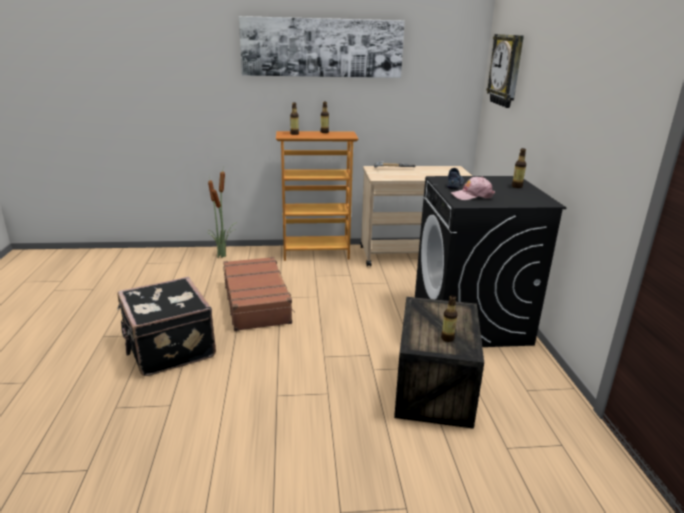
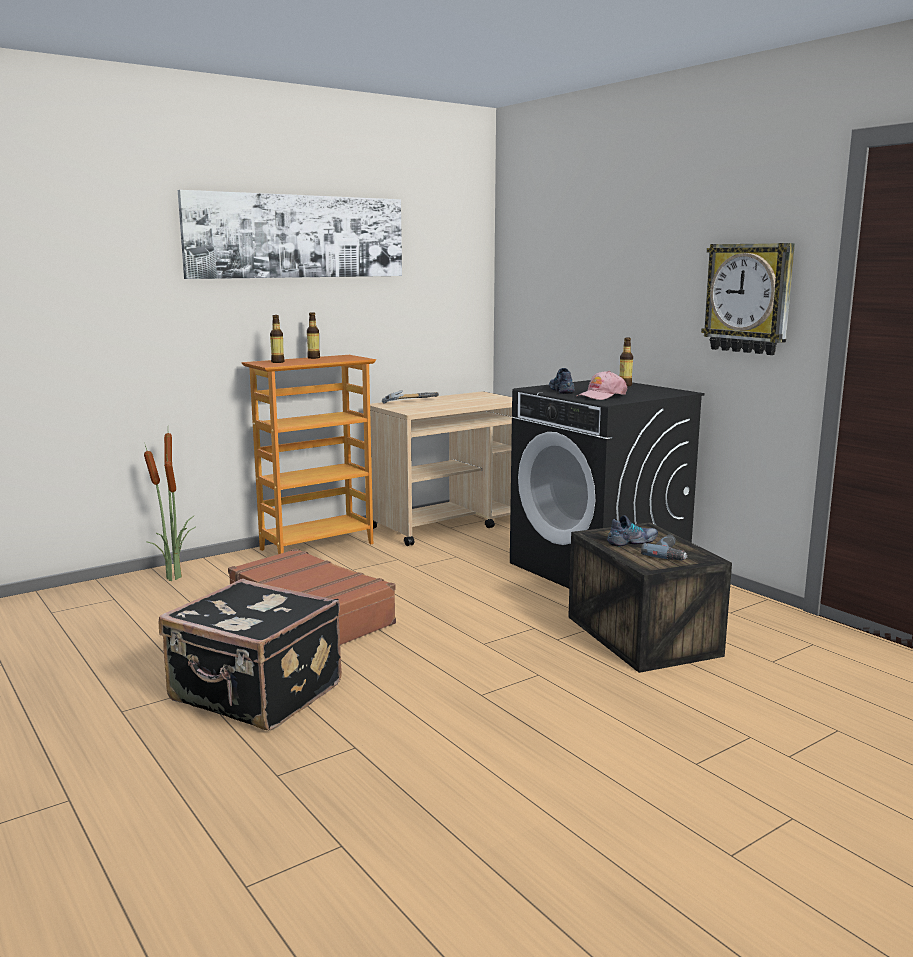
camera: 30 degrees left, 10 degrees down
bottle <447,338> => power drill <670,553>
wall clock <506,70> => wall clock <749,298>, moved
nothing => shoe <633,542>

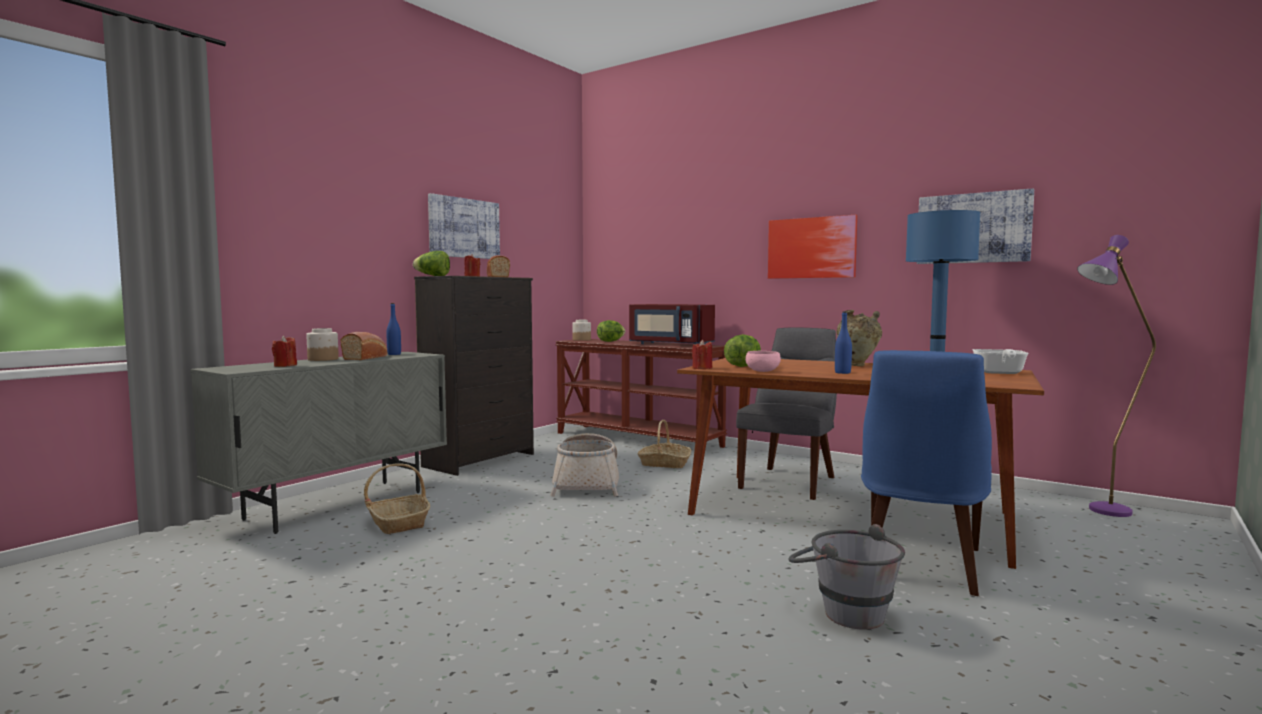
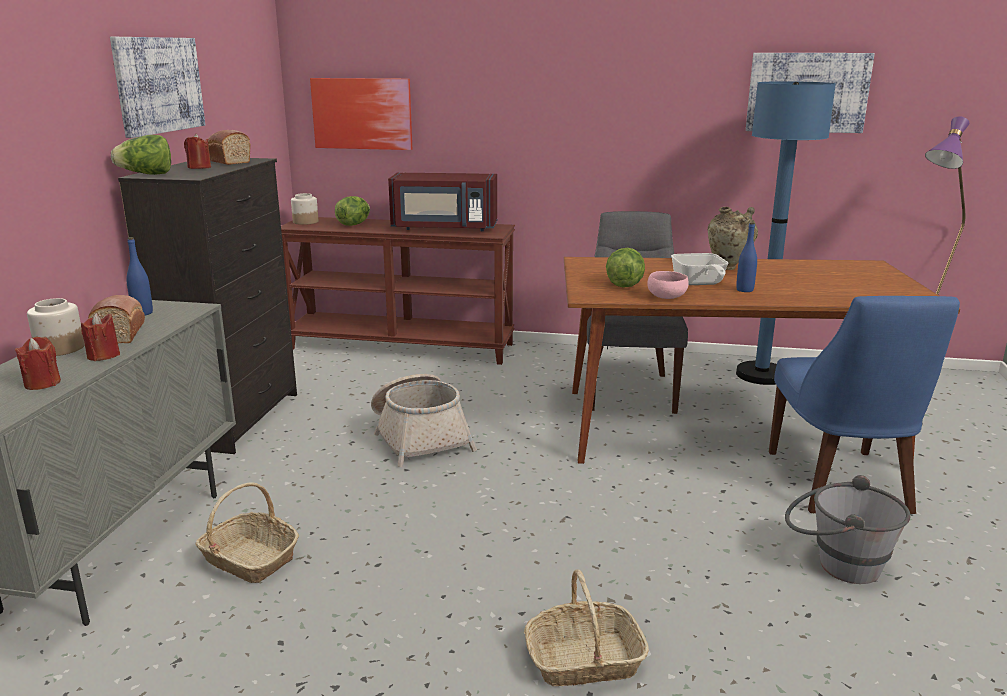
camera: 25 degrees left, 15 degrees up
basket <664,463> => basket <584,660>, moved
candle in red <702,368> => candle in red <103,356>, moved
picture <811,248> => picture <362,113>, moved
frying pan <999,373> => frying pan <699,283>, moved

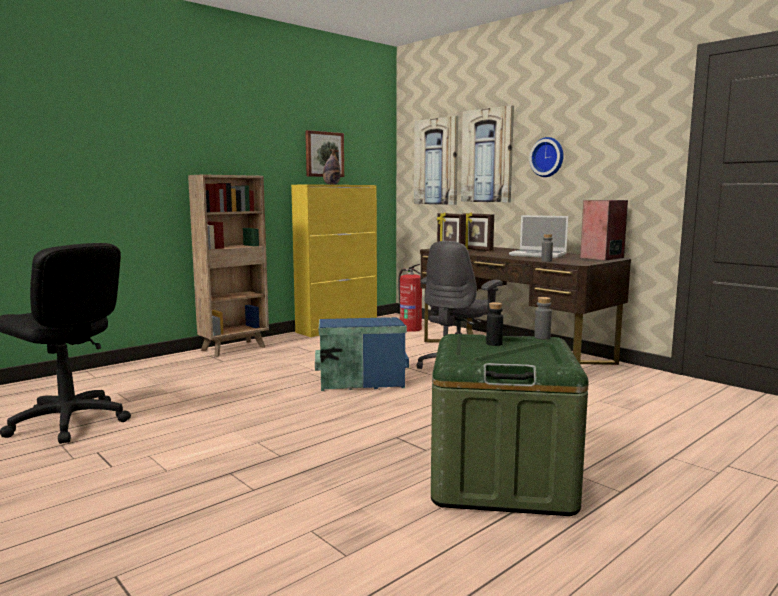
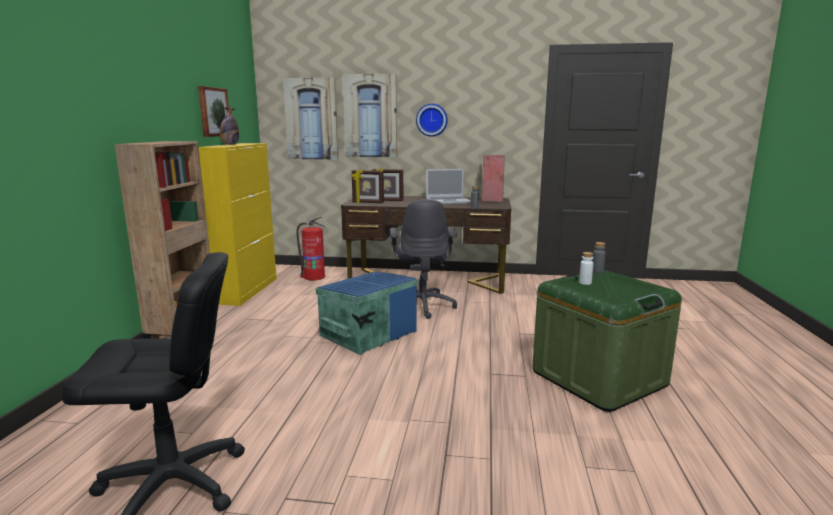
camera: 40 degrees left, 5 degrees up
bottle in black <494,344> => bottle in white <585,283>

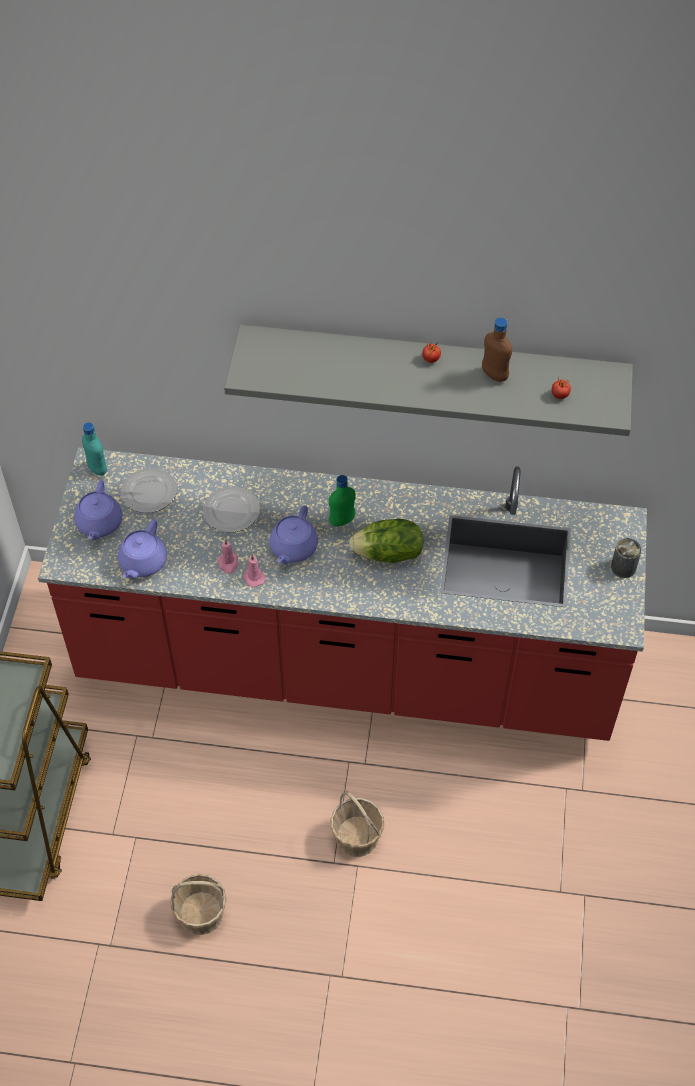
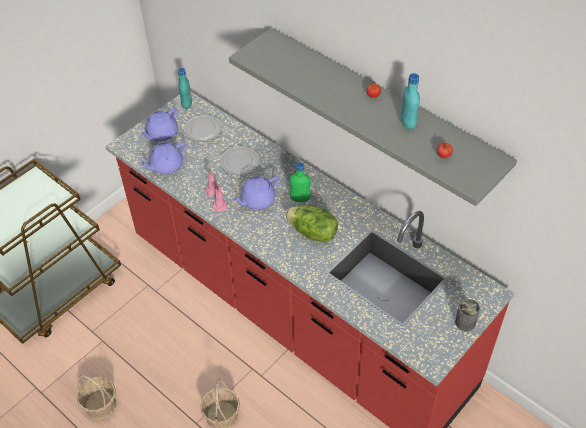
camera: 35 degrees right, 5 degrees down
bottle in brown <494,375> => bottle in turquoise <408,123>

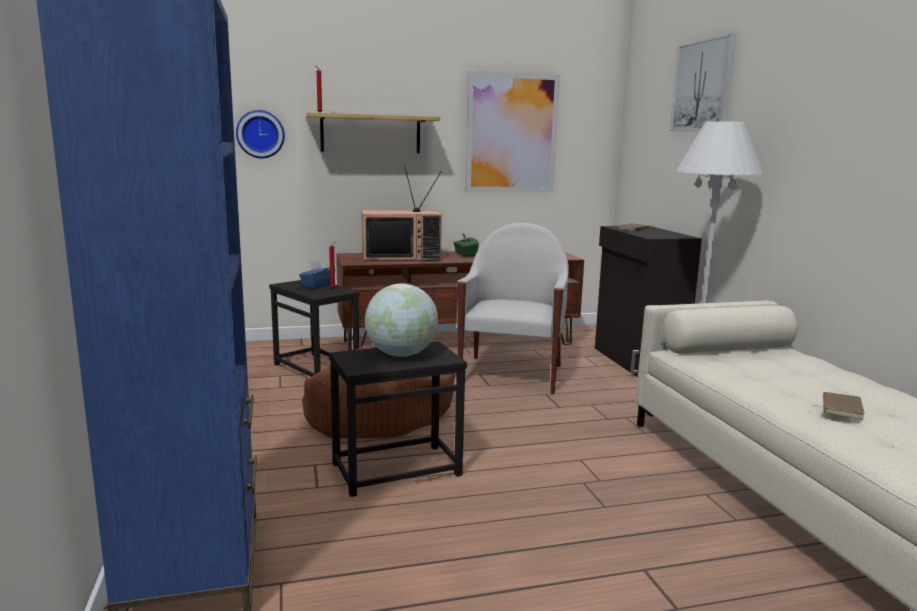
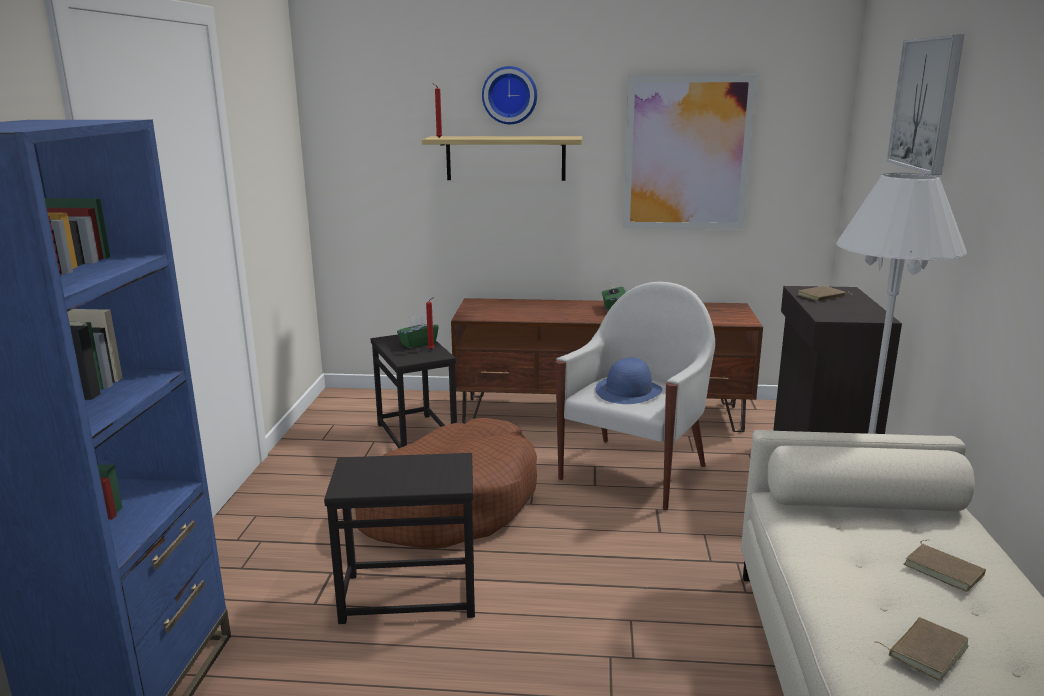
camera: 20 degrees right, 5 degrees up
wall clock <260,134> => wall clock <510,95>, moved
tissue box in blue <317,285> => tissue box in green <418,344>
television <402,257> => nothing
globe <401,354> => nothing
nothing => hat in blue <628,391>
nothing => book in brown <944,570>

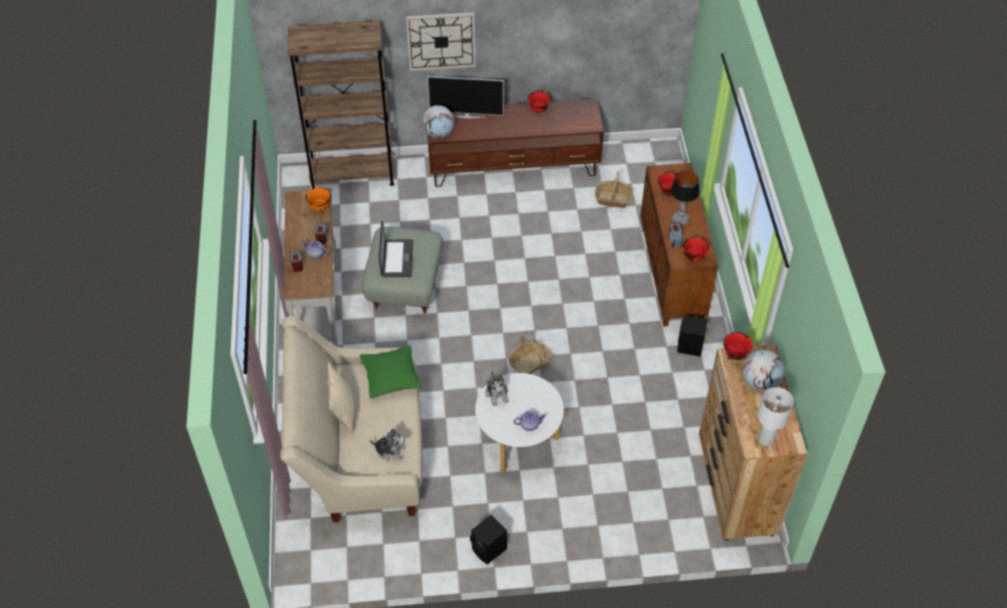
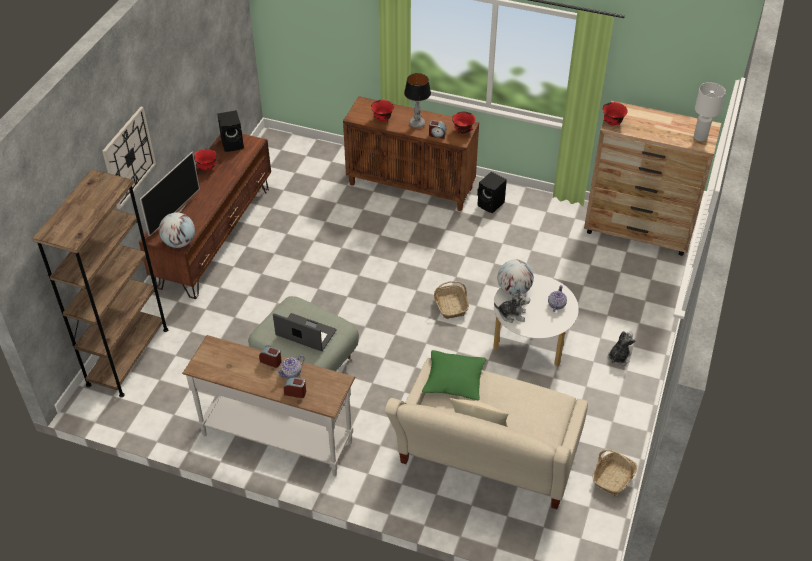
camera: 65 degrees left, 5 degrees down
bowl in orange <320,207> => nothing
plush toy <390,451> => plush toy <618,357>, moved
speaker in black <489,550> => speaker in black <233,143>, moved
basket <613,199> => basket <613,478>, moved
globe <760,382> => globe <514,290>, moved

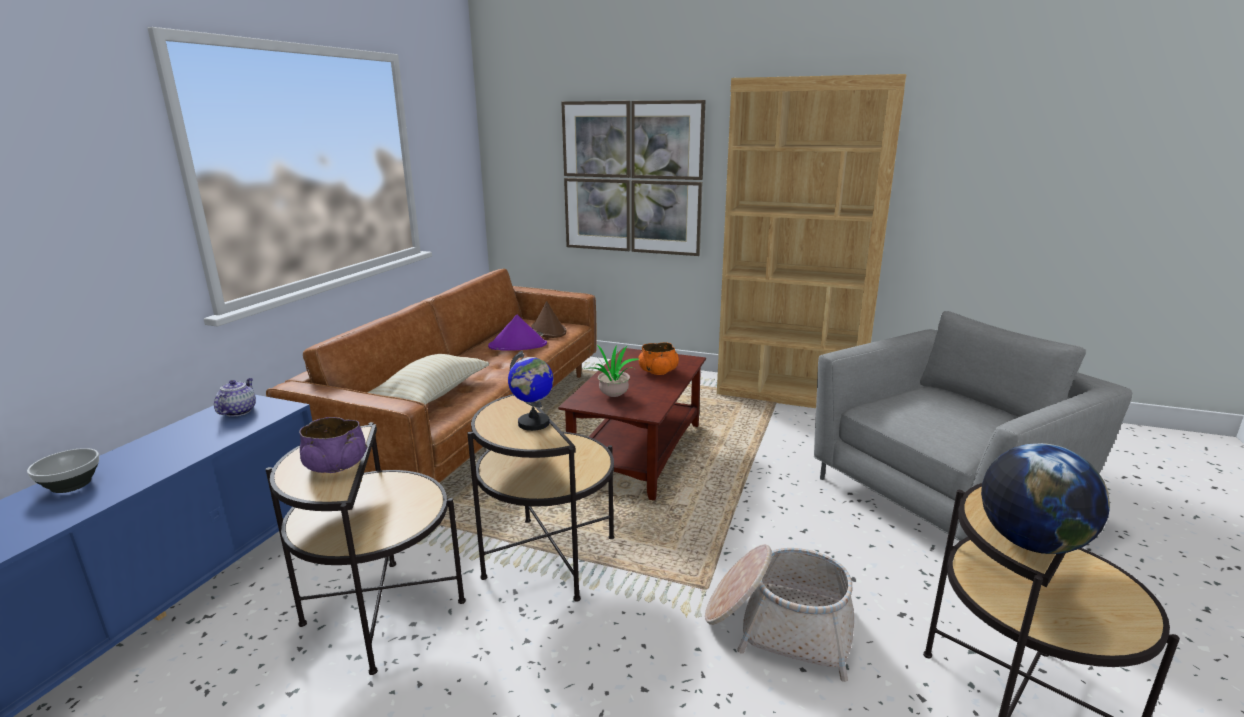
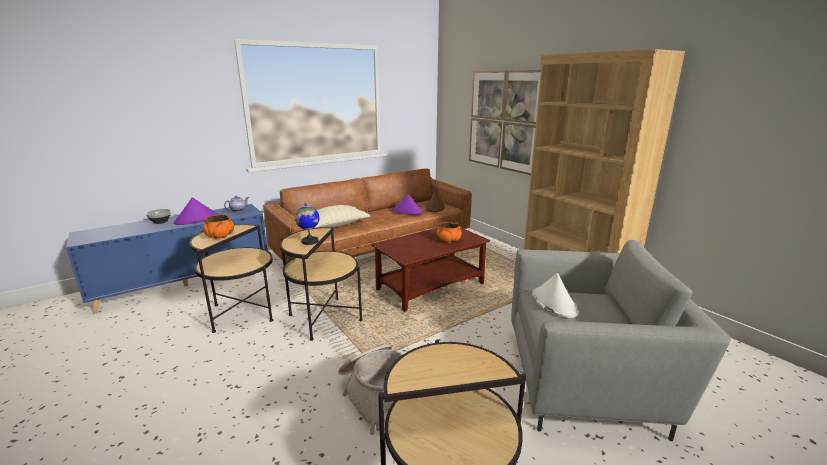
camera: 35 degrees right, 0 degrees up
bowl in purple <335,465> => bowl in orange <220,236>
potted plant <612,396> => nothing
globe <1030,542> => nothing
nothing => hat in purple <196,219>
nothing => hat in white <554,303>

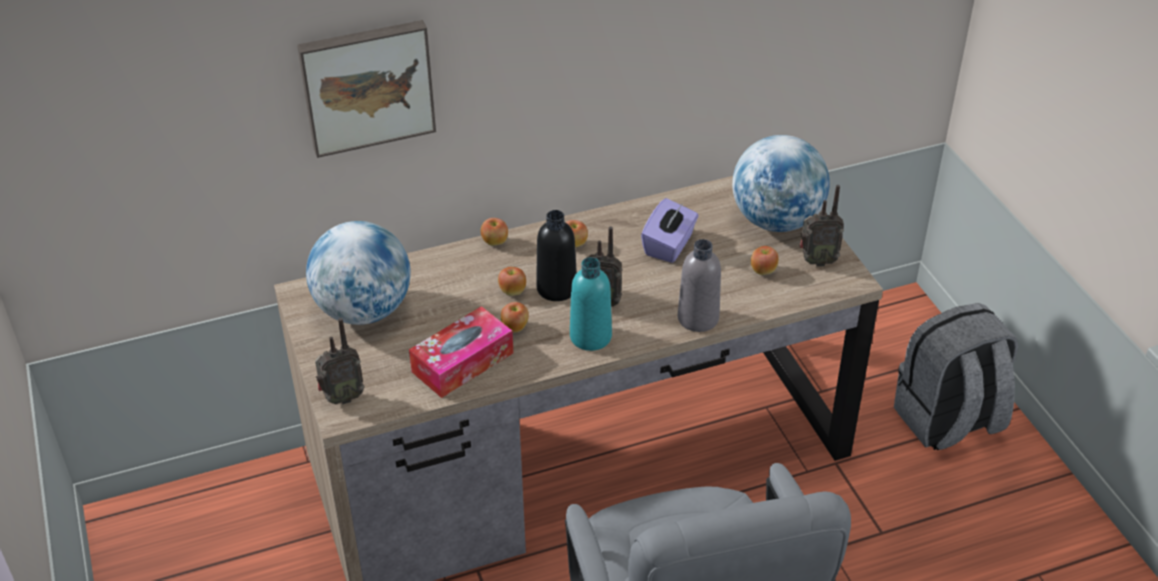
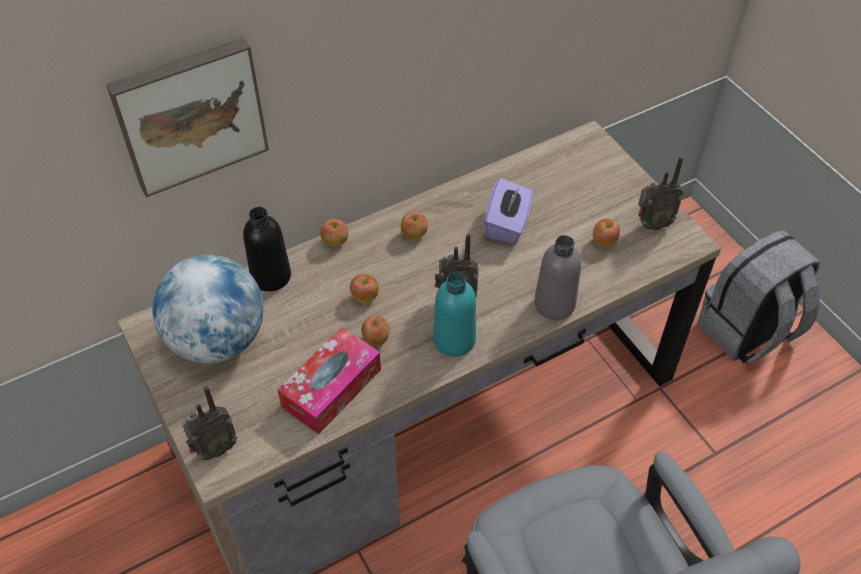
camera: 10 degrees left, 10 degrees up
bottle in black <556,288> => bottle in black <271,276>, moved
globe <776,221> => nothing

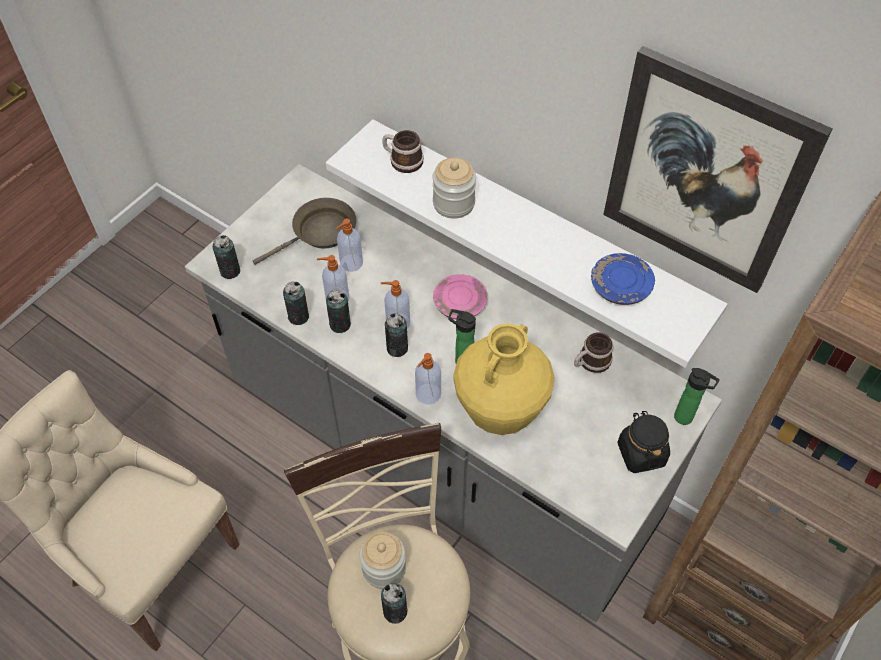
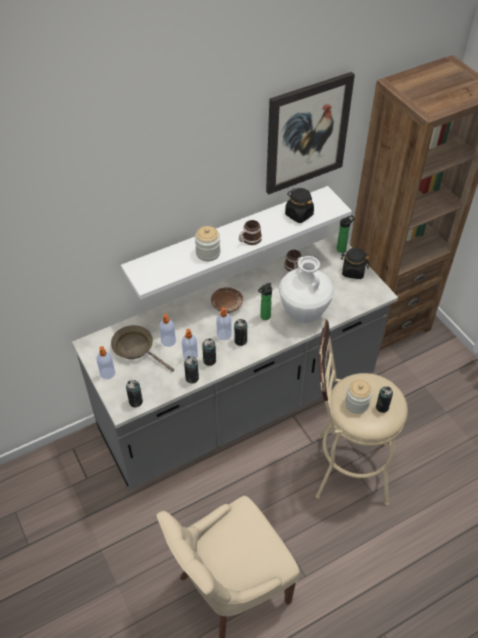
camera: 65 degrees left, 5 degrees down
frying pan in brown <320,233> => frying pan in brown <136,348>, 45 degrees counterclockwise
mug <402,160> => mug <249,240>, moved
soap dispenser <427,394> => soap dispenser <108,374>, moved
plate in pink <460,303> => plate in brown <227,304>
vase in yellow <500,412> => vase in white <304,313>
plate in blue <620,287> => jar in black <298,214>

